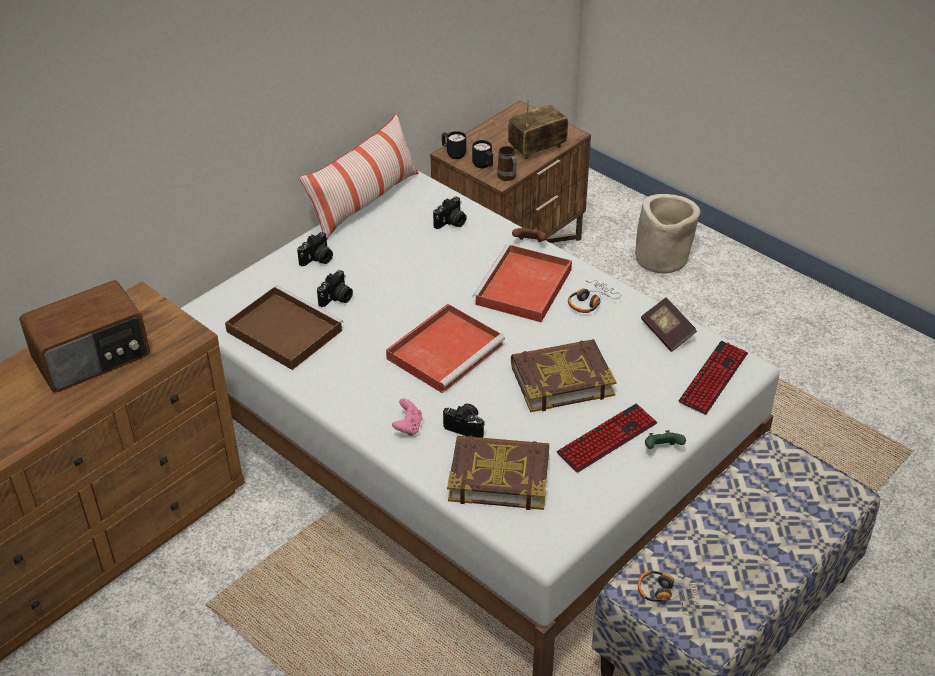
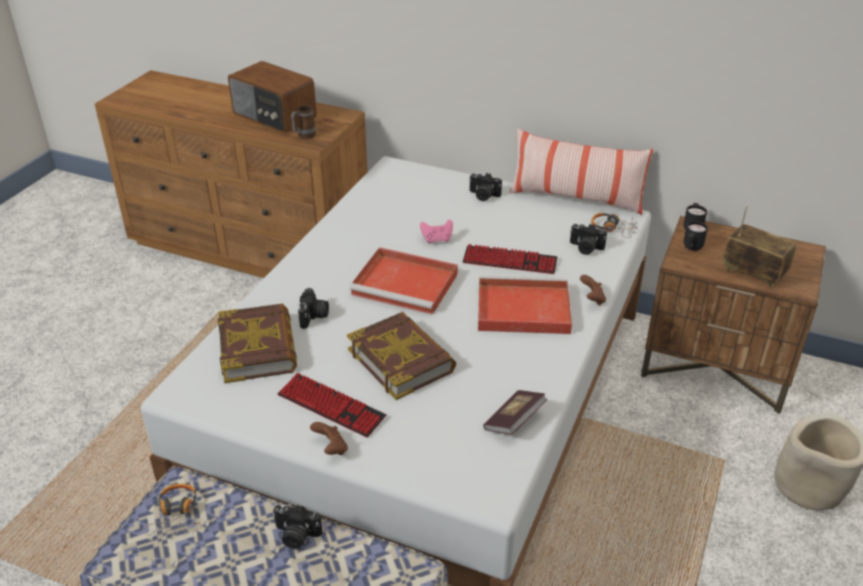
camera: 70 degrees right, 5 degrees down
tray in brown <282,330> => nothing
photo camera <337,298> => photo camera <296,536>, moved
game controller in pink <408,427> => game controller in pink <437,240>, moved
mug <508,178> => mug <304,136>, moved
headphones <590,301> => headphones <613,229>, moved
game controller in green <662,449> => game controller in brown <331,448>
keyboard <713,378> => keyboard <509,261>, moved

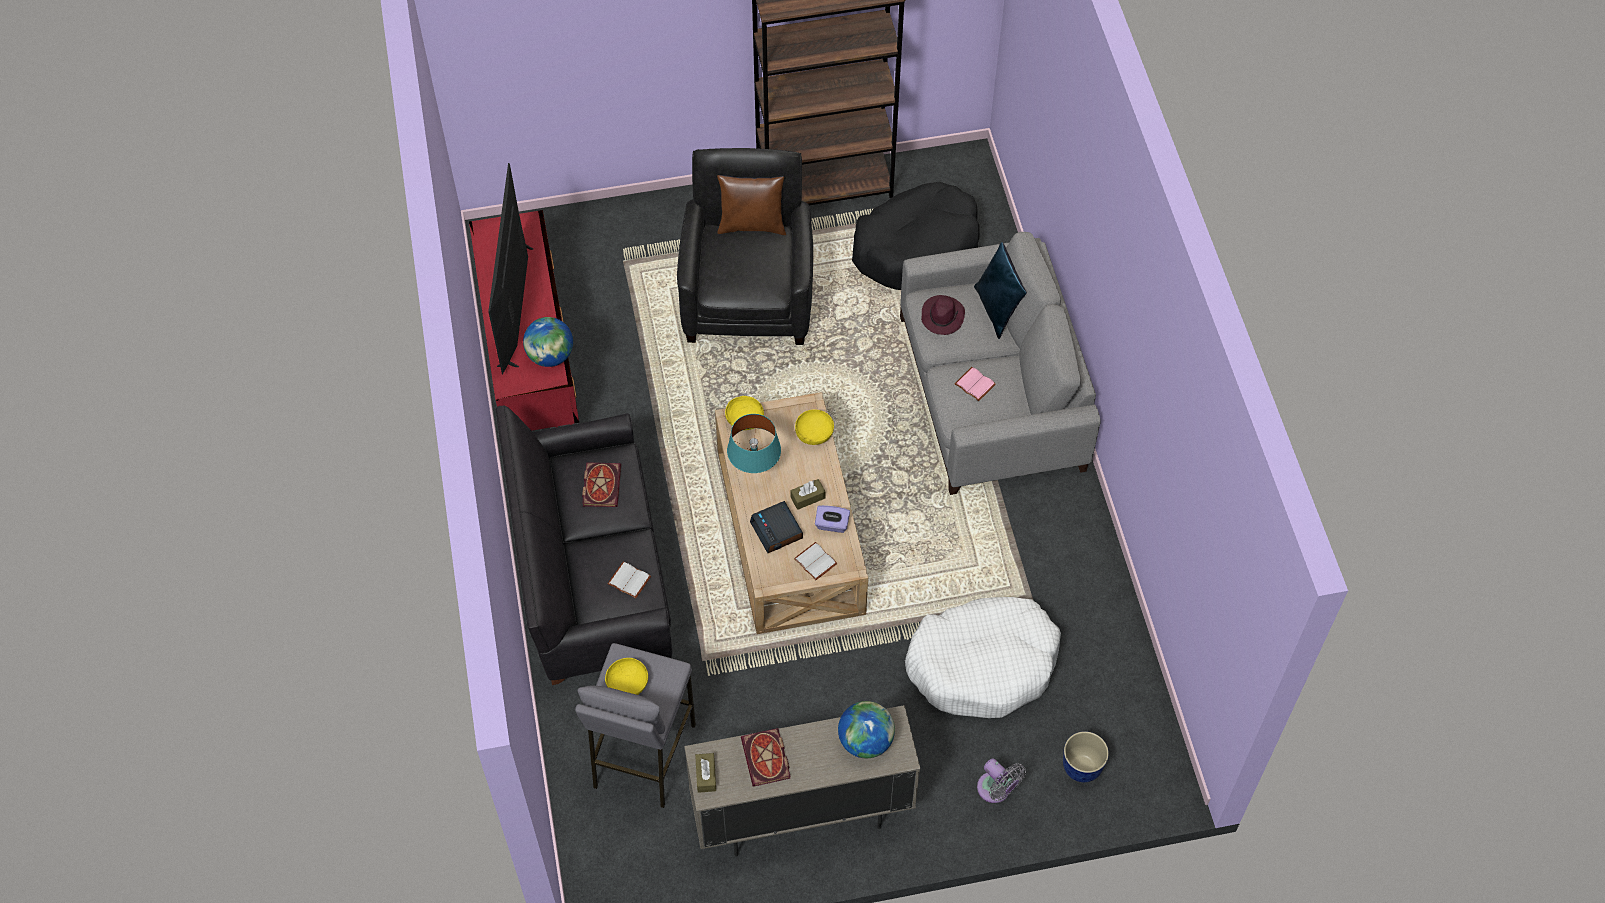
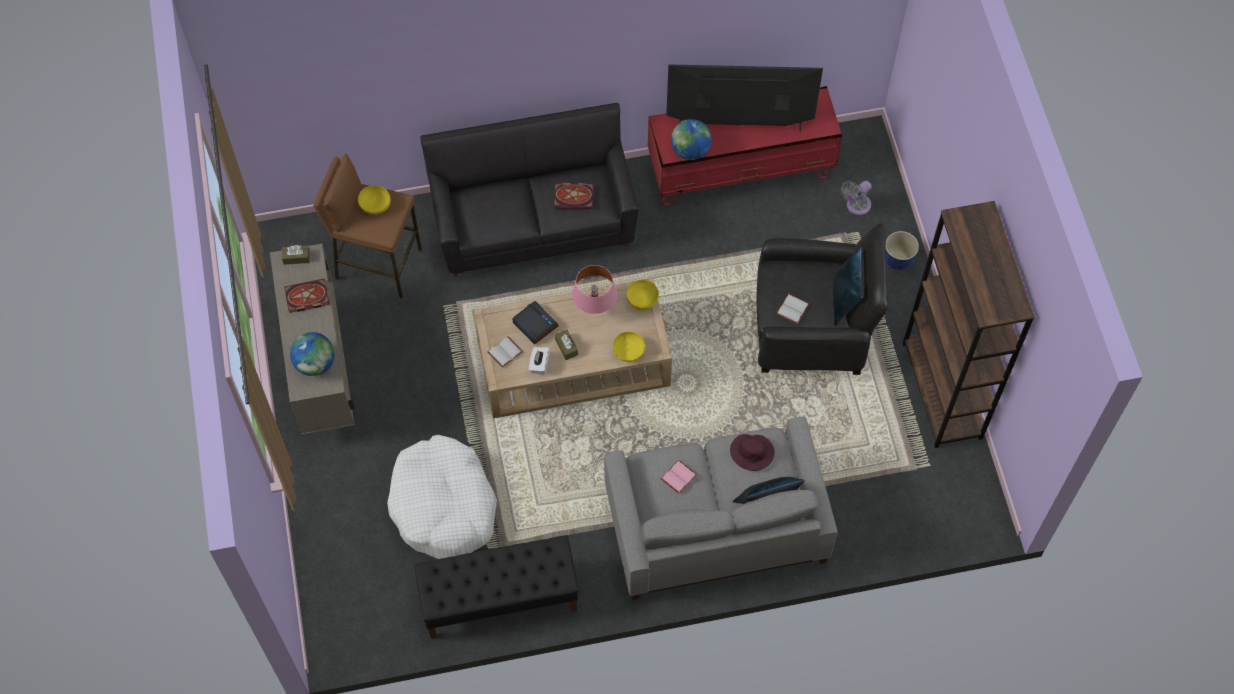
camera: 90 degrees right, 5 degrees up
stool in grey <643,756> => stool in brown <378,264>
book in white <628,581> => book in white <792,308>, moved
pillow in brown <752,225> => pillow in blue <845,300>
table lamp in turquoise <754,469> => table lamp in pink <594,308>
alarm clock <777,530> => alarm clock <535,324>, 75 degrees clockwise
tissue box in purple <832,525> => tissue box in white <539,364>
dog bed in black <917,247> => nothing
fan in grey <996,790> => fan in grey <856,206>, moved
planter <1081,767> => planter <898,259>, moved
nothing => bench in black <499,599>

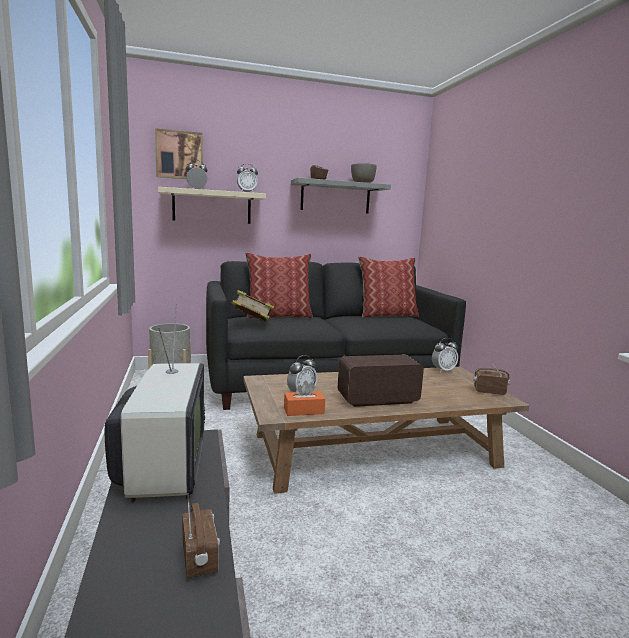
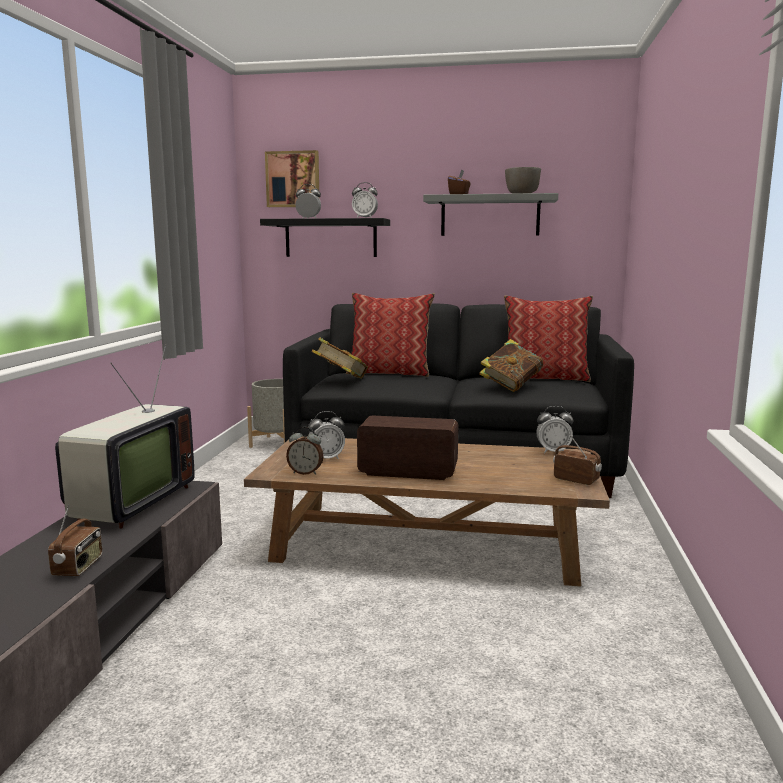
camera: 25 degrees right, 0 degrees up
shelf in beige <212,207> => shelf in black <331,238>
tissue box in orange <304,411> => alarm clock <305,473>
nothing => book <511,387>

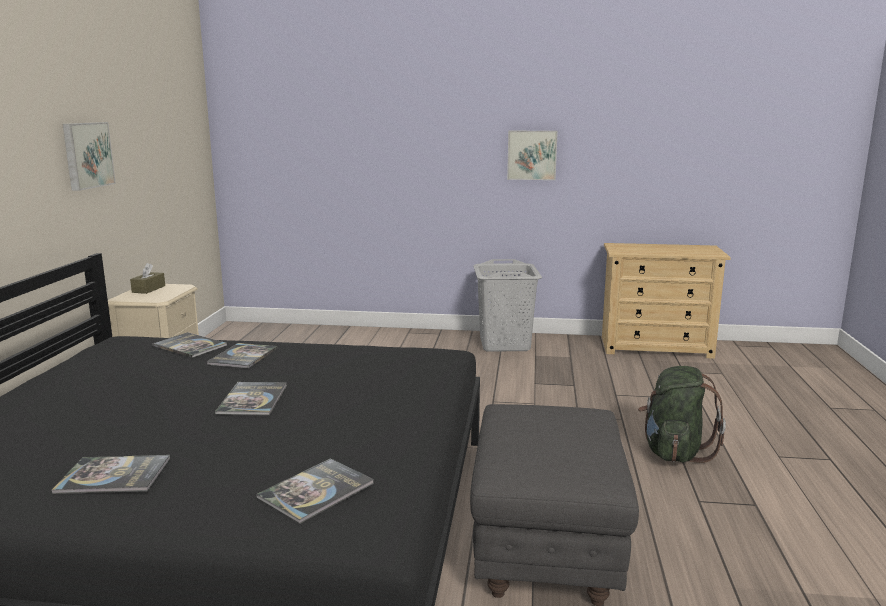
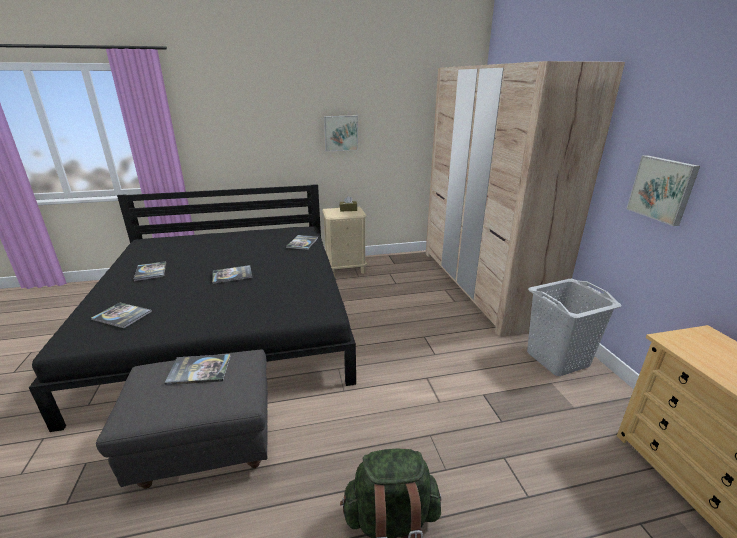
camera: 70 degrees right, 10 degrees up
book <243,357> => book <199,370>, moved
nothing => wardrobe in beige <480,285>

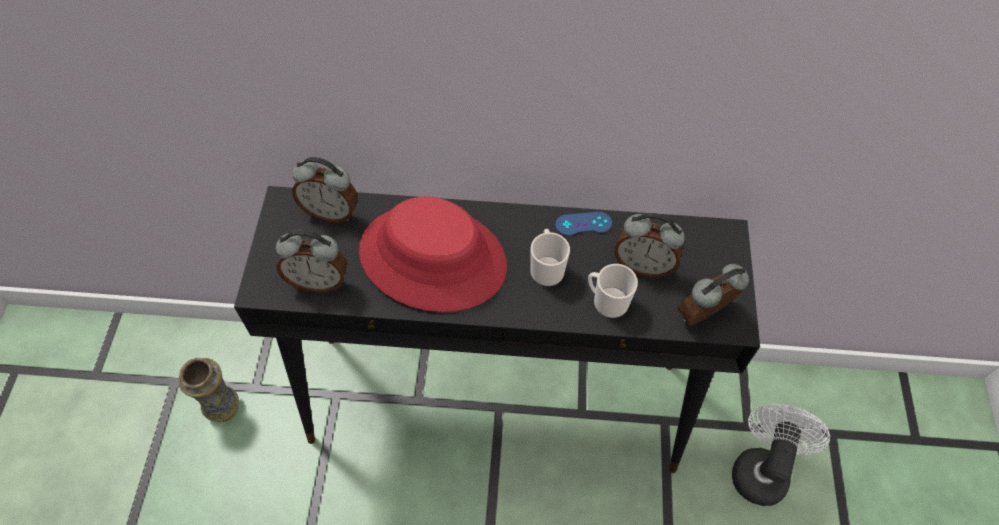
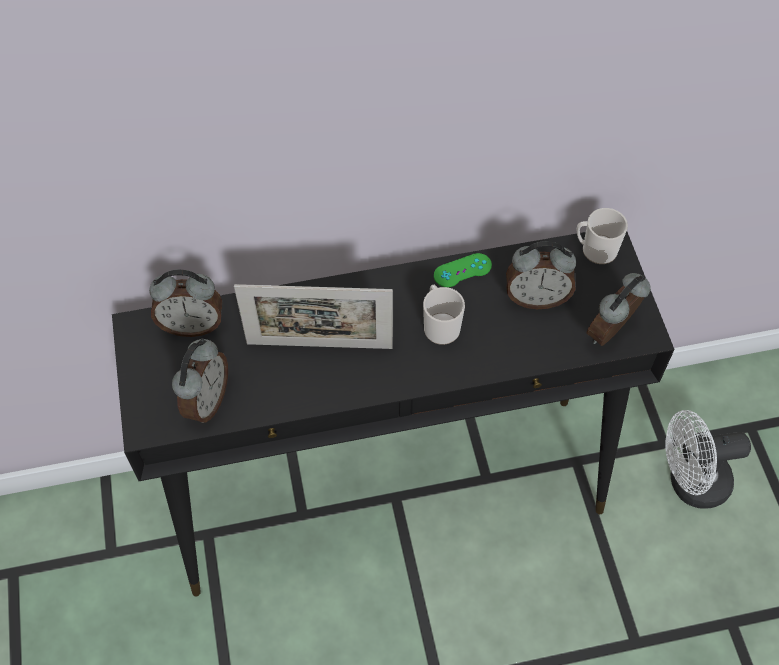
camera: 15 degrees left, 0 degrees up
vase <223,407> => nothing
alarm clock <318,281> => alarm clock <206,401>, 60 degrees counterclockwise
hat in red <433,258> => picture frame <319,345>
game controller in blue <583,224> => game controller in green <462,270>
mug <607,301> => mug <595,250>, moved
fan in white <761,468> => fan in white <689,483>, 105 degrees counterclockwise

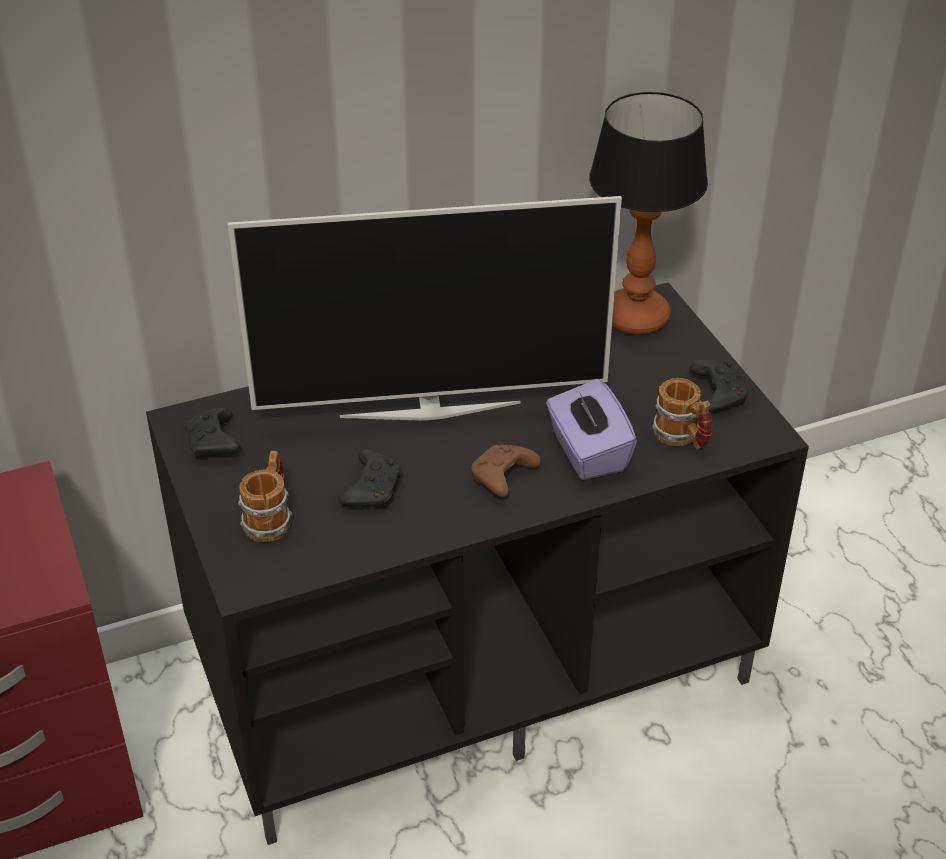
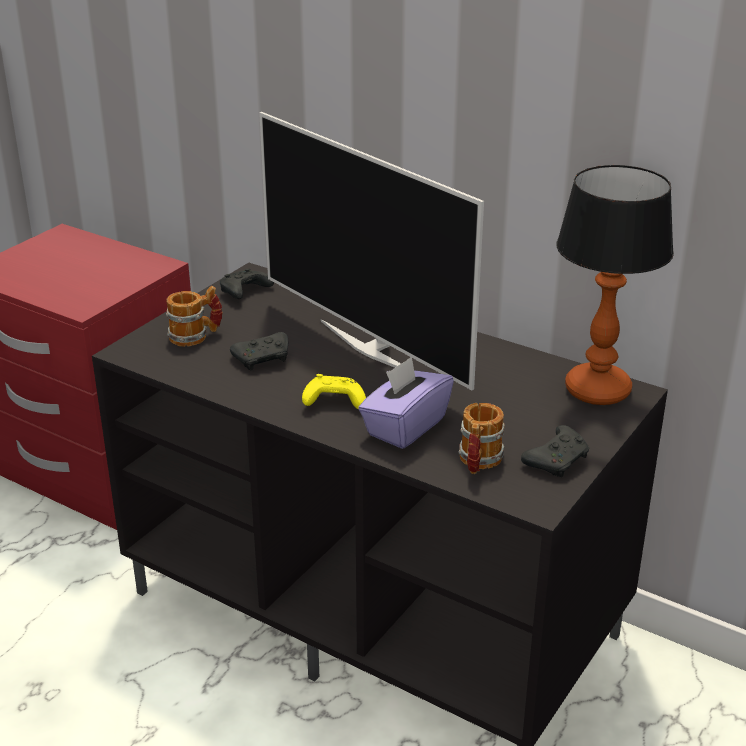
camera: 55 degrees right, 10 degrees down
game controller in brown <502,478> => game controller in yellow <333,402>

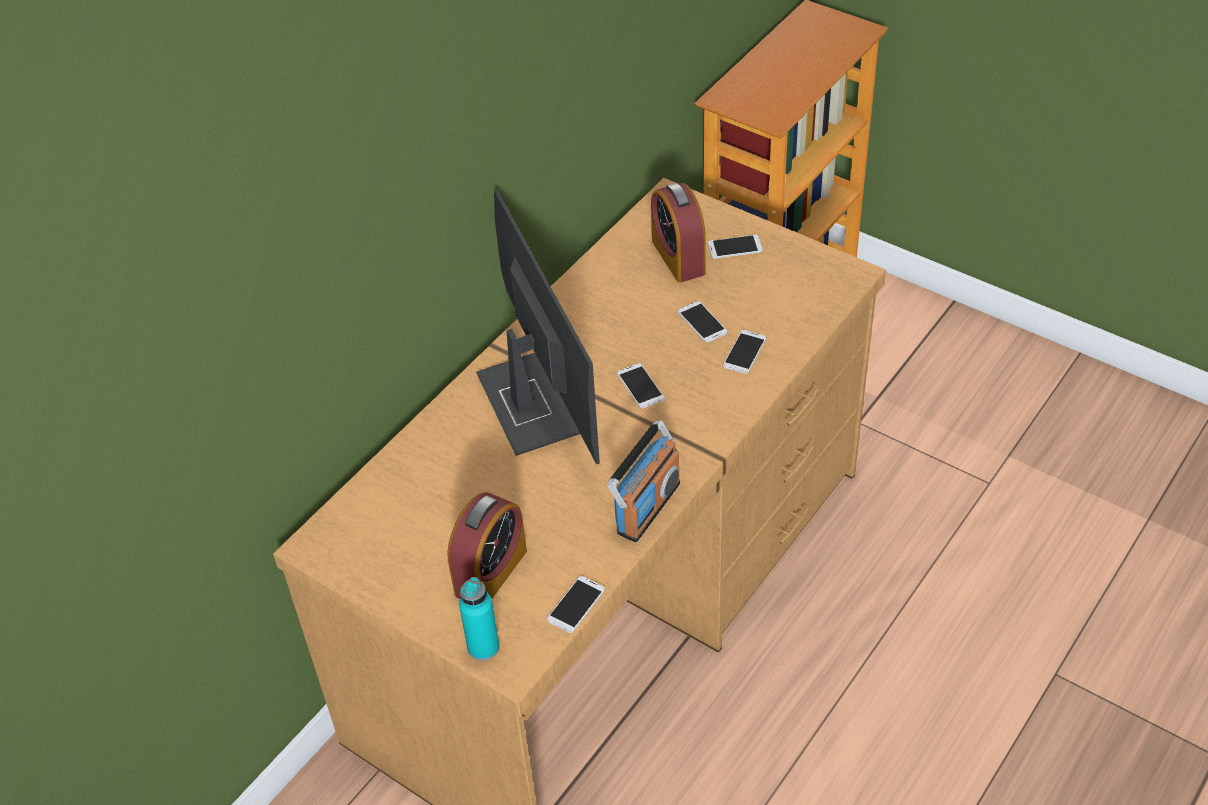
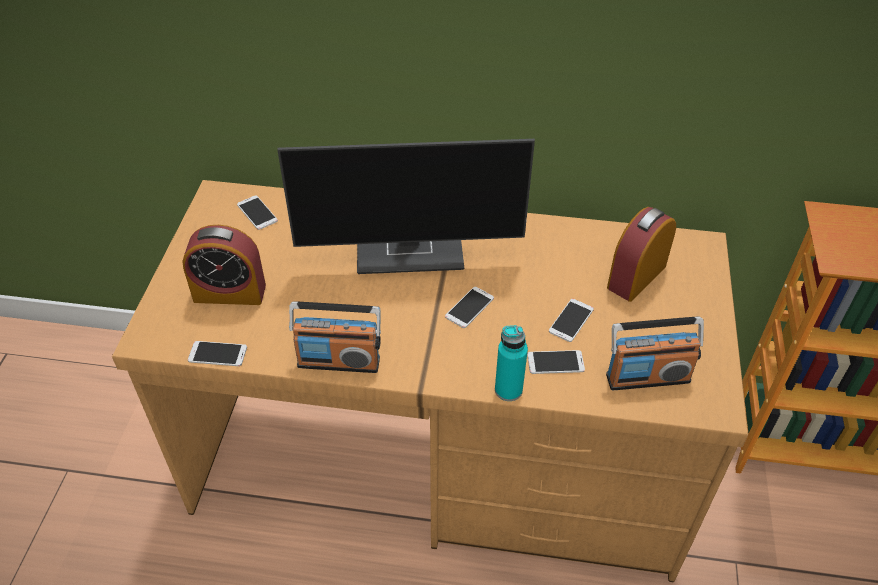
camera: 60 degrees right, 0 degrees up
bottle in turquoise <483,647> => bottle in turquoise <508,390>, moved
monitor <530,401> => monitor <412,249>, 45 degrees clockwise
phone <735,247> => phone <257,213>, moved
nothing => radio <647,377>

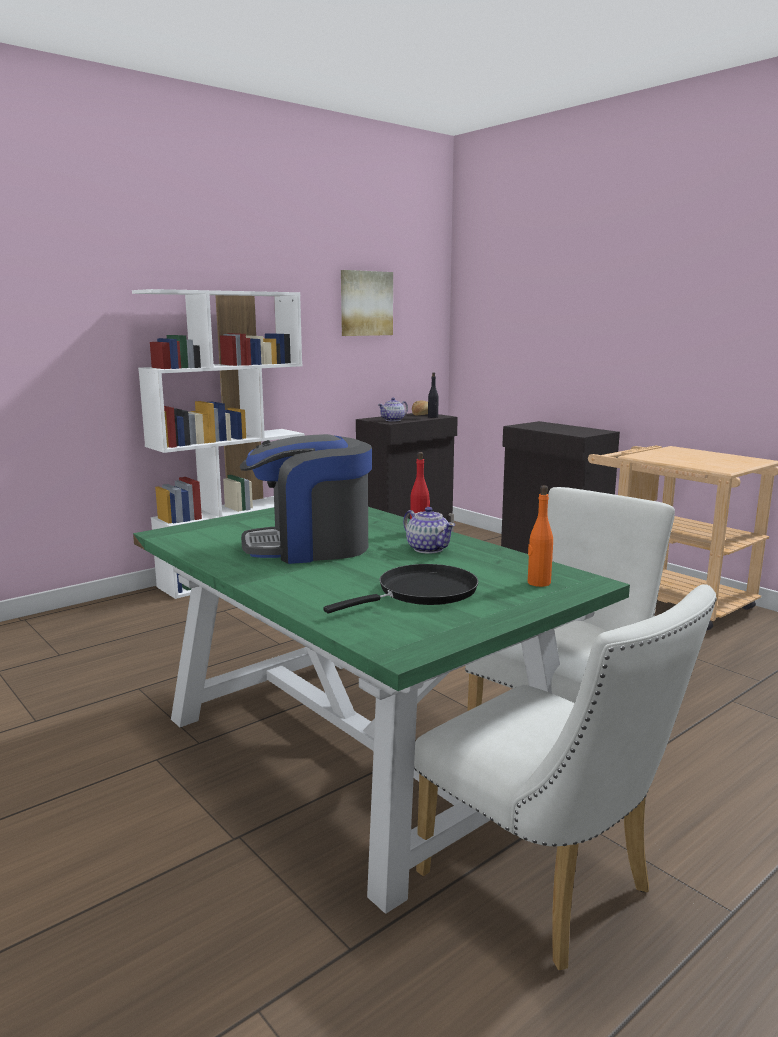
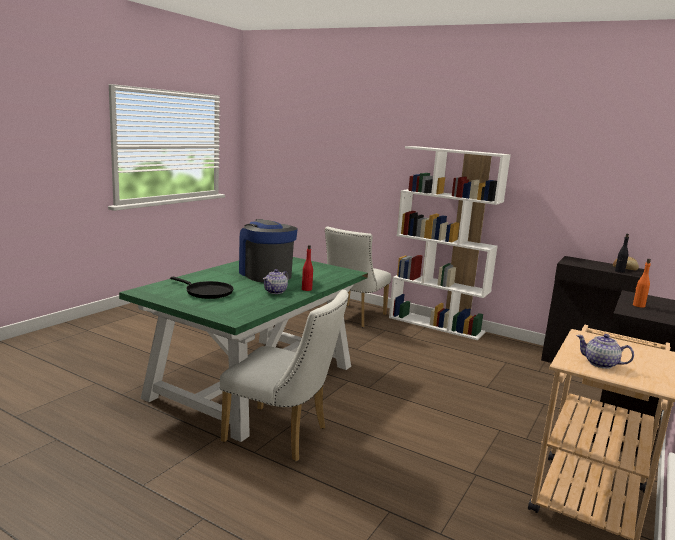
camera: 70 degrees right, 0 degrees up
picture <365,303> => nothing
teapot <393,420> => teapot <601,364>, moved
chair in white <547,890> => chair in white <353,317>, moved
bottle in orange <538,583> => bottle in orange <638,305>, moved

